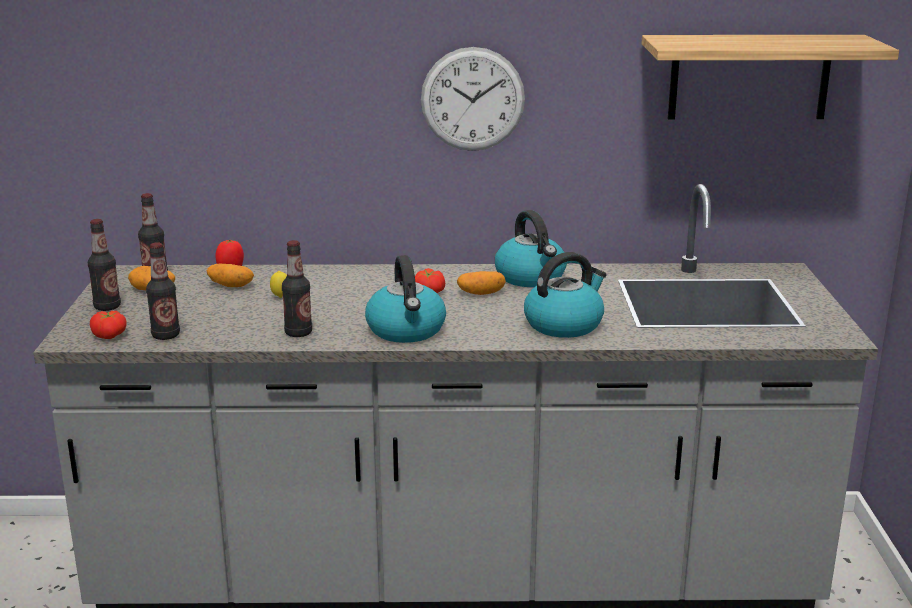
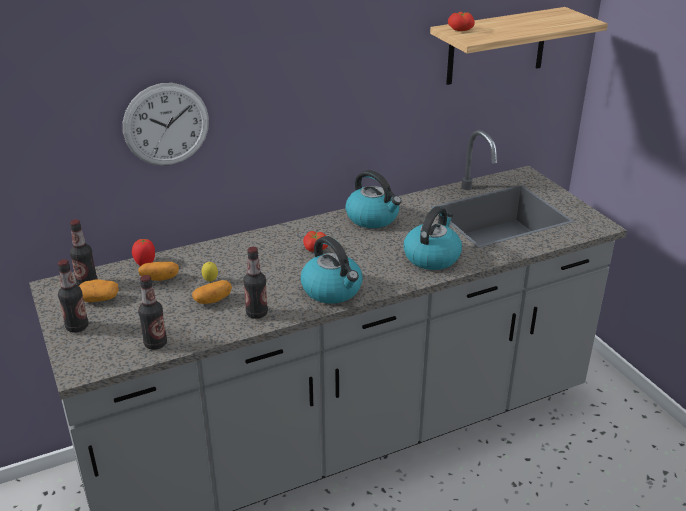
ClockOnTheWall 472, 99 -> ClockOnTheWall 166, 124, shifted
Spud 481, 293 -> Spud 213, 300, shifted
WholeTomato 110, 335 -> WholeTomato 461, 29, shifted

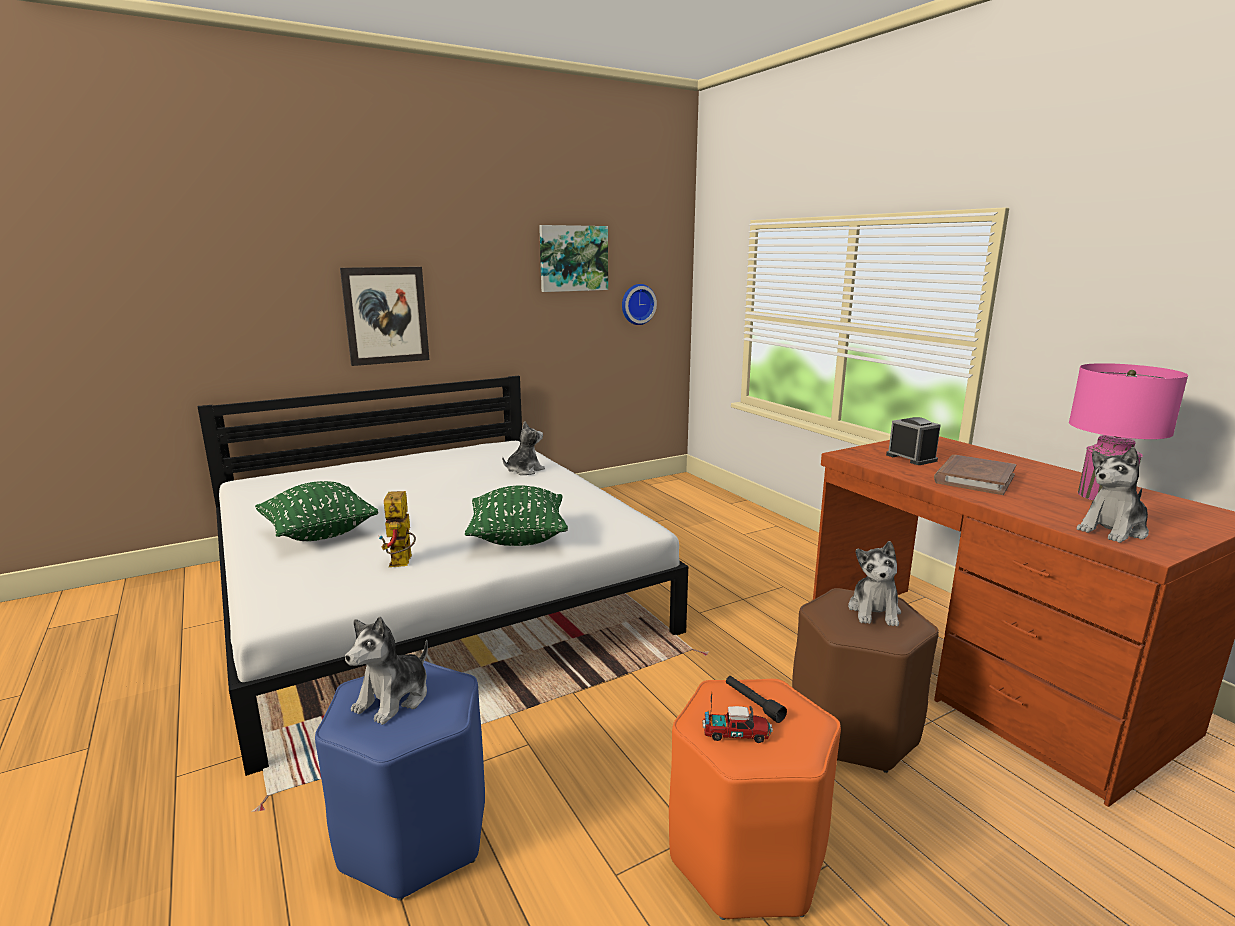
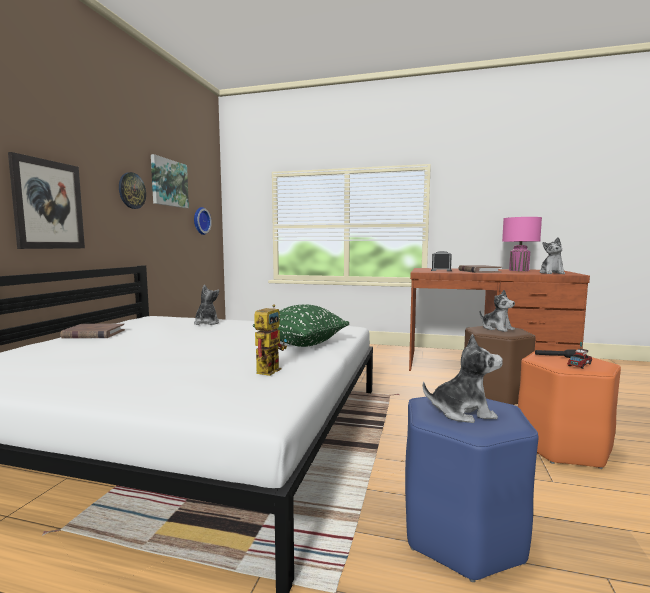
none -> BrownColouredVolume 93, 334
none -> ClockOnTheWall 131, 190
RobotFigure 402, 564 -> RobotFigure 269, 369, 105 degrees counterclockwise
PlushToy 394, 699 -> PlushToy 462, 412, 75 degrees counterclockwise
GreenPillow 319, 533 -> none

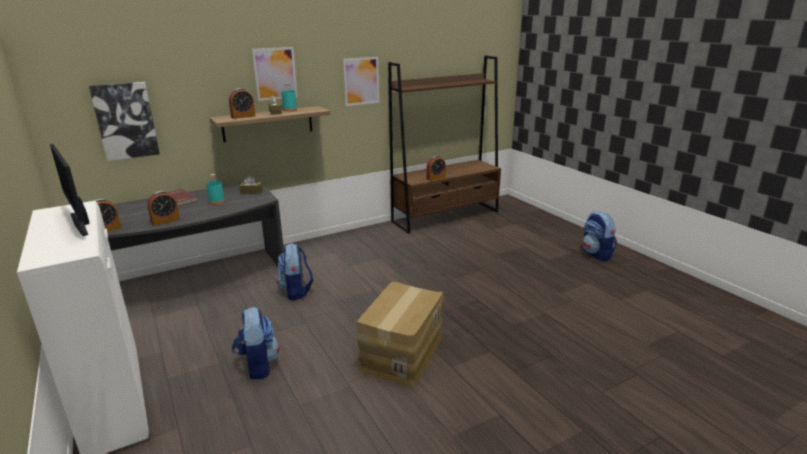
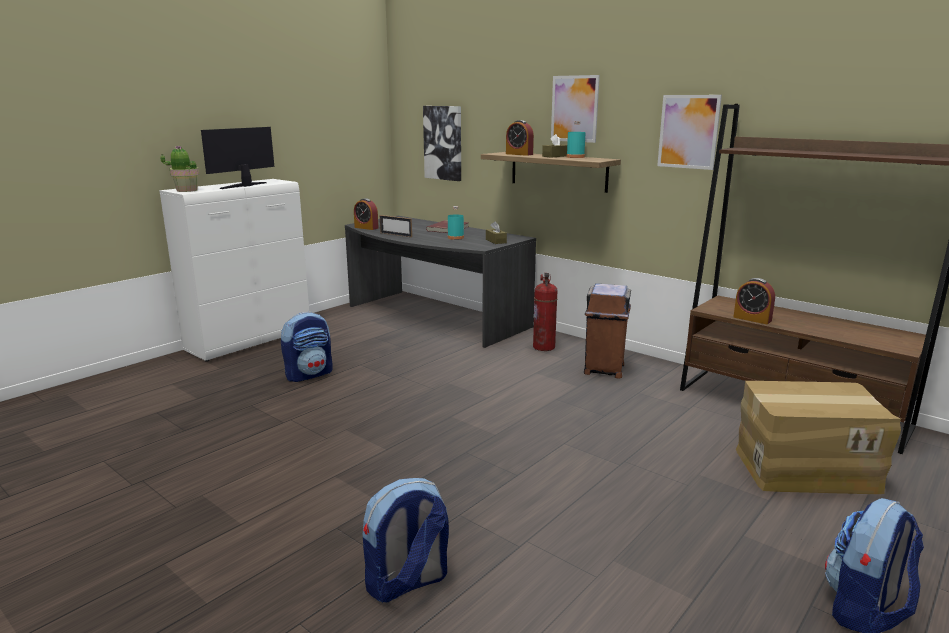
none -> PottedPlant 186, 190
Backpack 296, 291 -> Backpack 407, 583, shifted
BedsideClock 165, 221 -> StandingFrame 396, 235
none -> FireExtinguisher 544, 347
none -> BrownColouredRubbishBin 603, 370
CardboardBox 401, 353 -> CardboardBox 804, 469, shifted

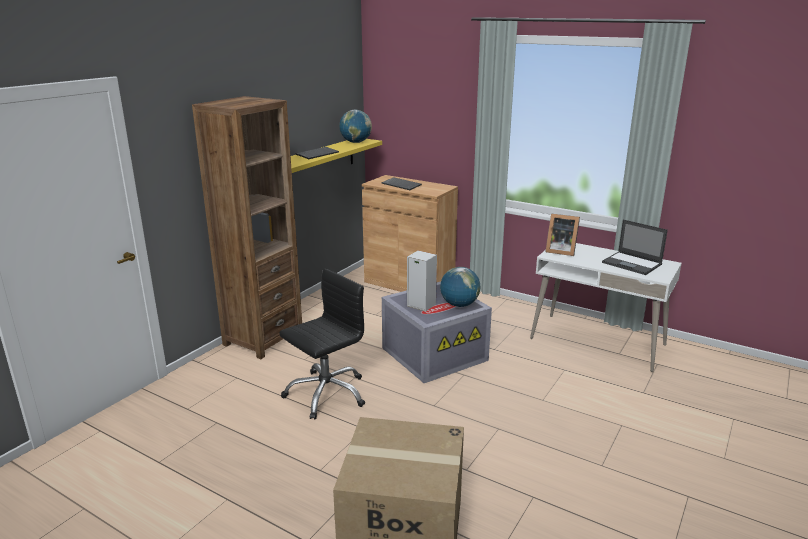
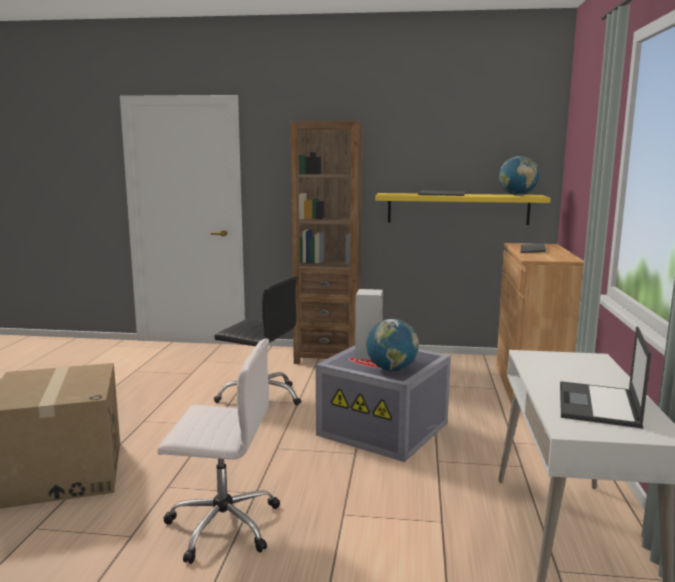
none -> WhitishComputerChair 221, 524
StandingFrame 560, 251 -> none

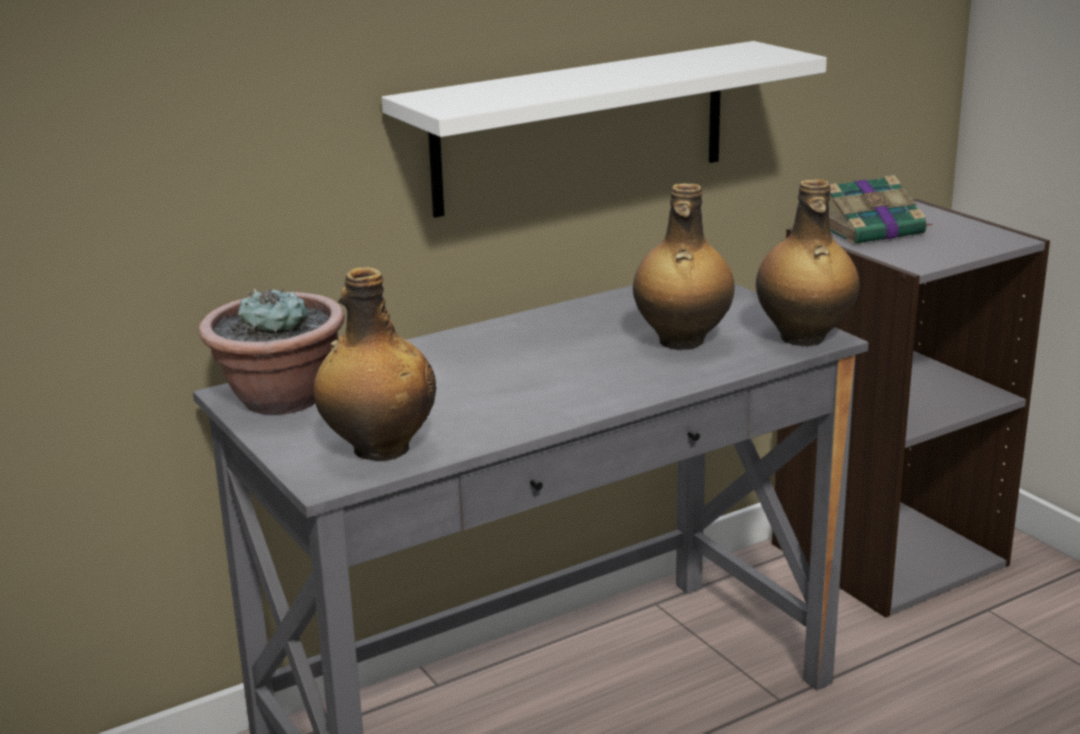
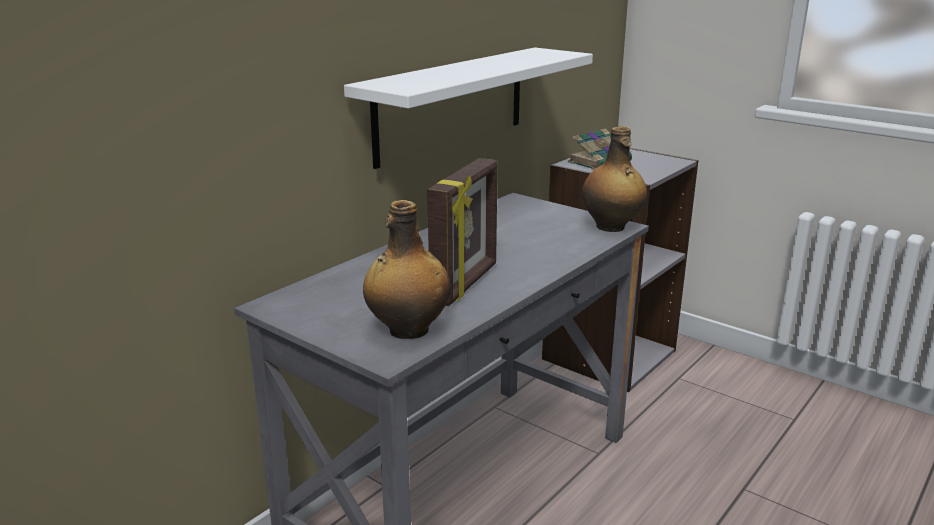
none -> StandingFrame 466, 284
PottedPlant 280, 400 -> none
Bottle 681, 342 -> none

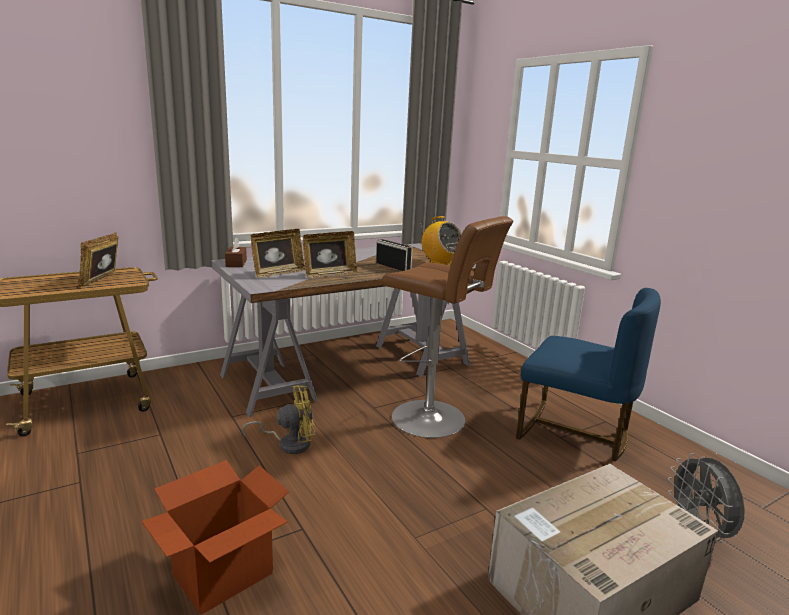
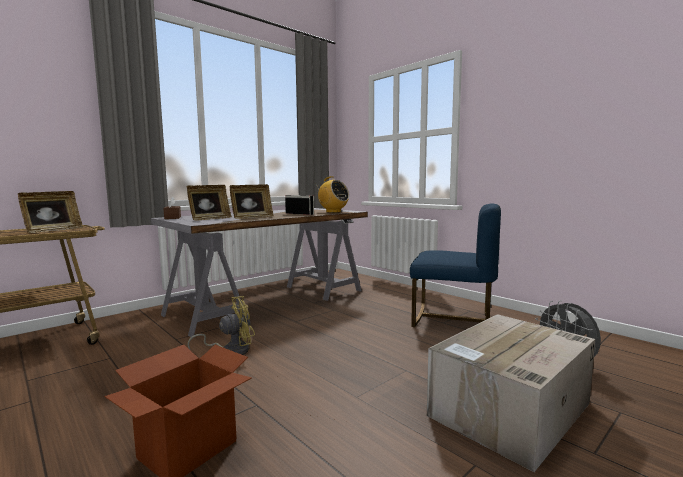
StandingFrame 102, 281 -> StandingFrame 53, 230, 150 degrees counterclockwise
BrownColouredStool 433, 420 -> none

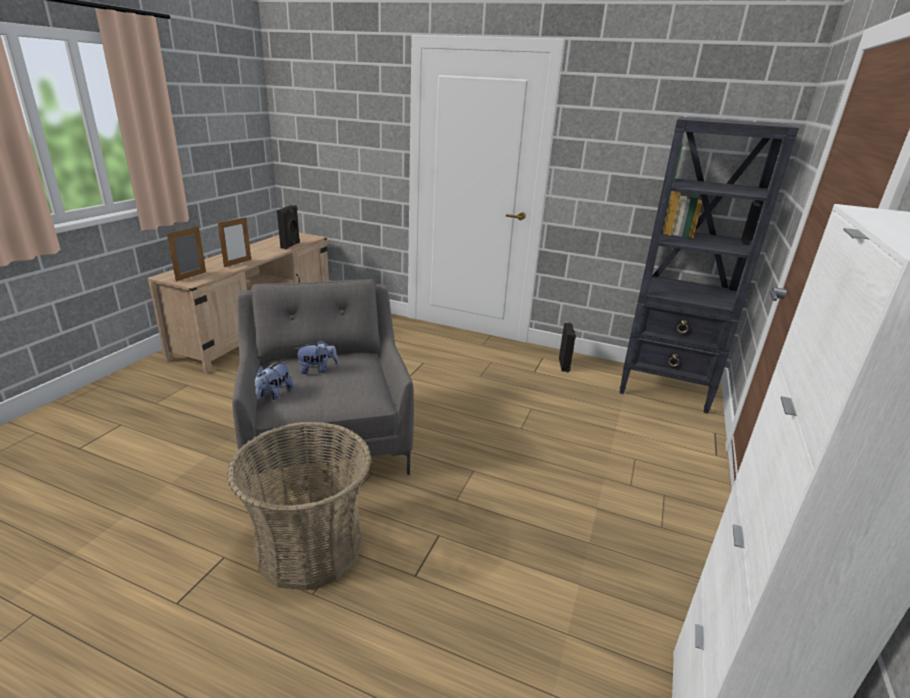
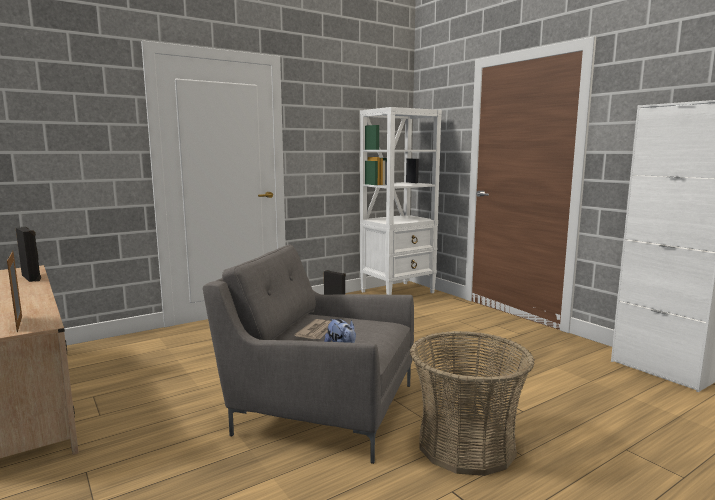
PlushToy 317, 370 -> Newspaper 317, 332
BlackishBookcase 665, 388 -> WhitishBookcase 398, 292
StandingFrame 237, 263 -> none

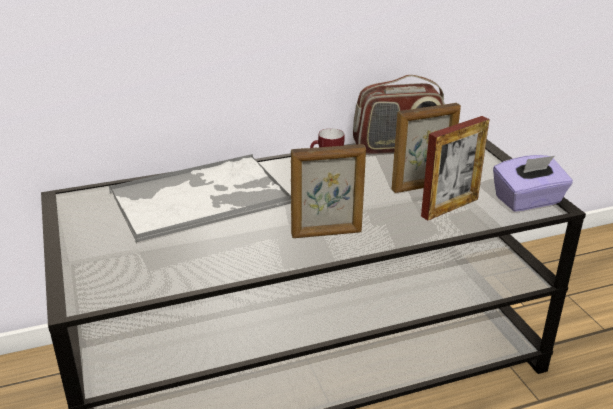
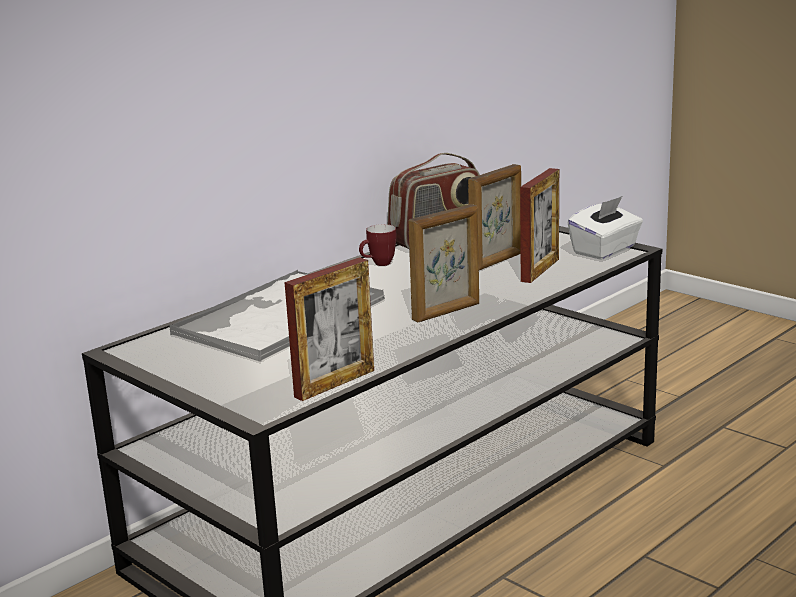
none -> StandingFrame 335, 383
PurpleTissueHolder 528, 201 -> WhitishTissueHolder 605, 250

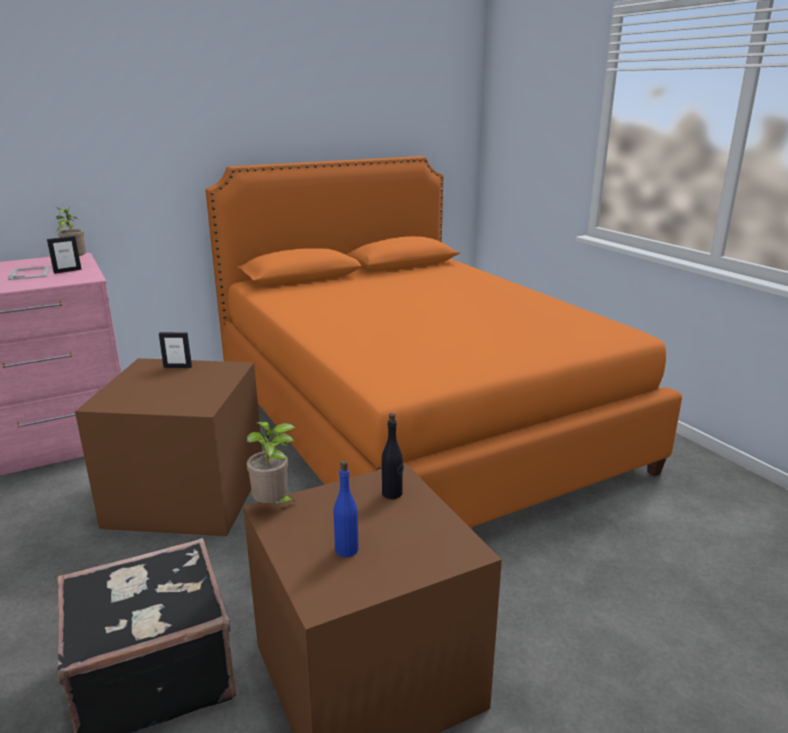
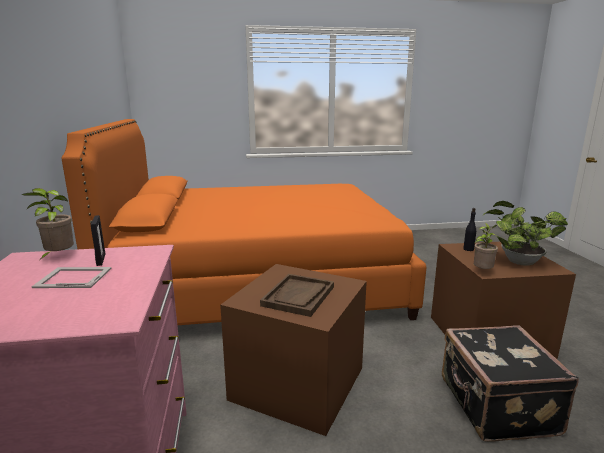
none -> BrownColouredTray 298, 296
BlueBottle 346, 549 -> PottedPlant 517, 262
StandingFrame 177, 367 -> none

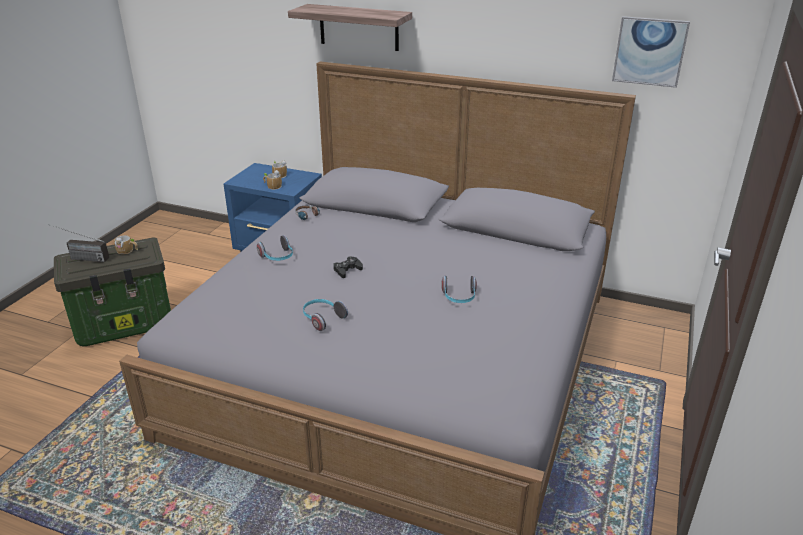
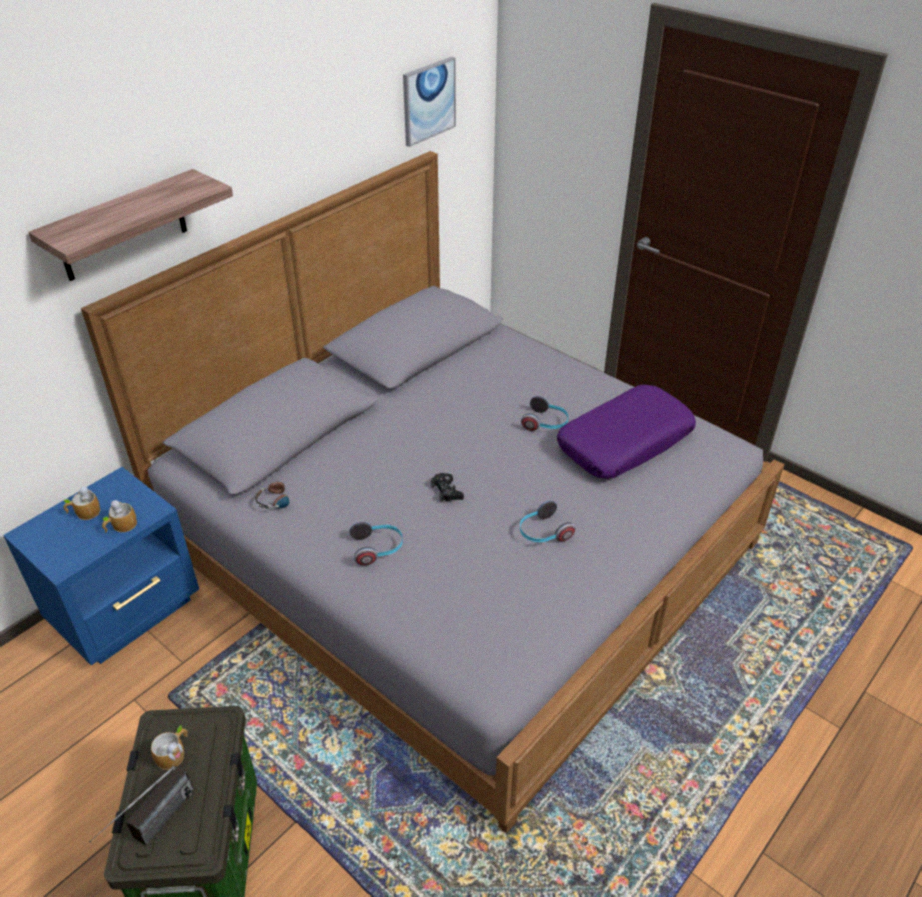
none -> PurplePillow 624, 442

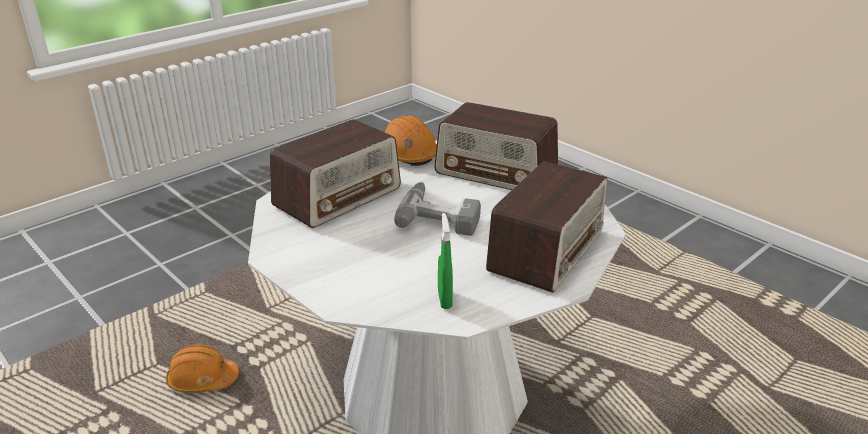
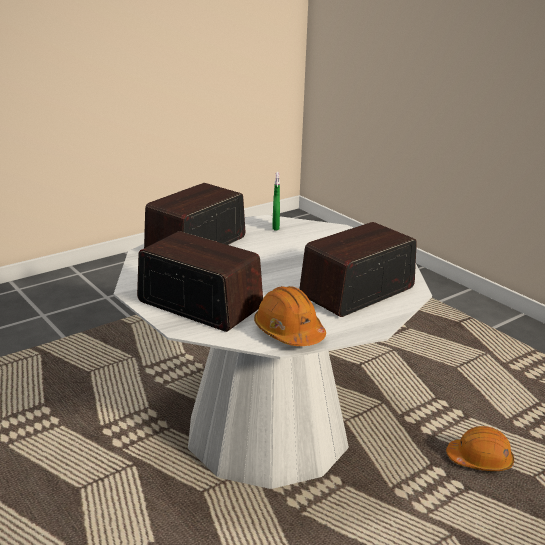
ElectricDrill 440, 215 -> none

